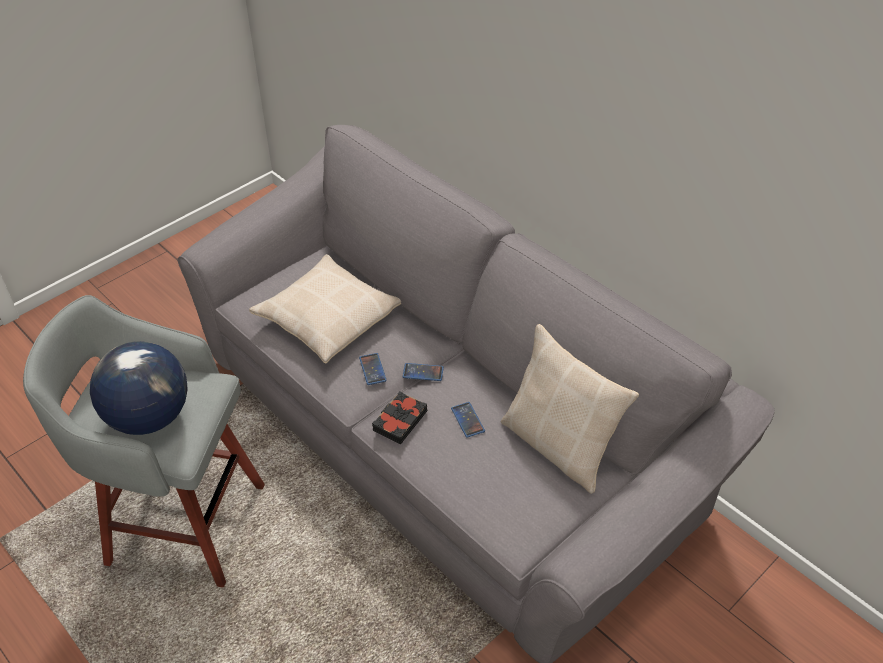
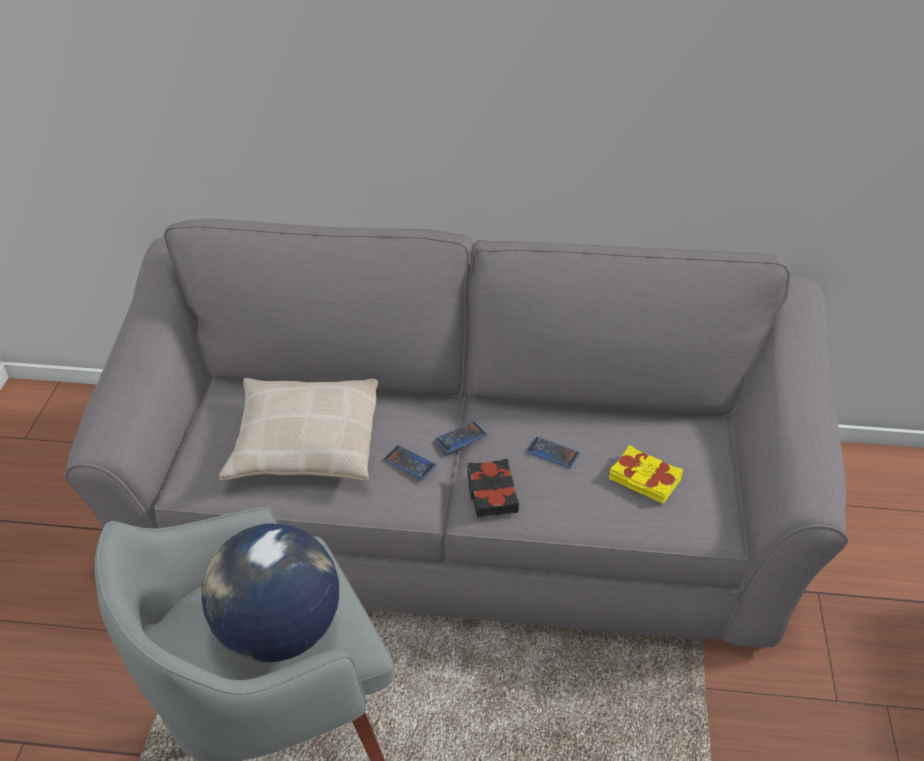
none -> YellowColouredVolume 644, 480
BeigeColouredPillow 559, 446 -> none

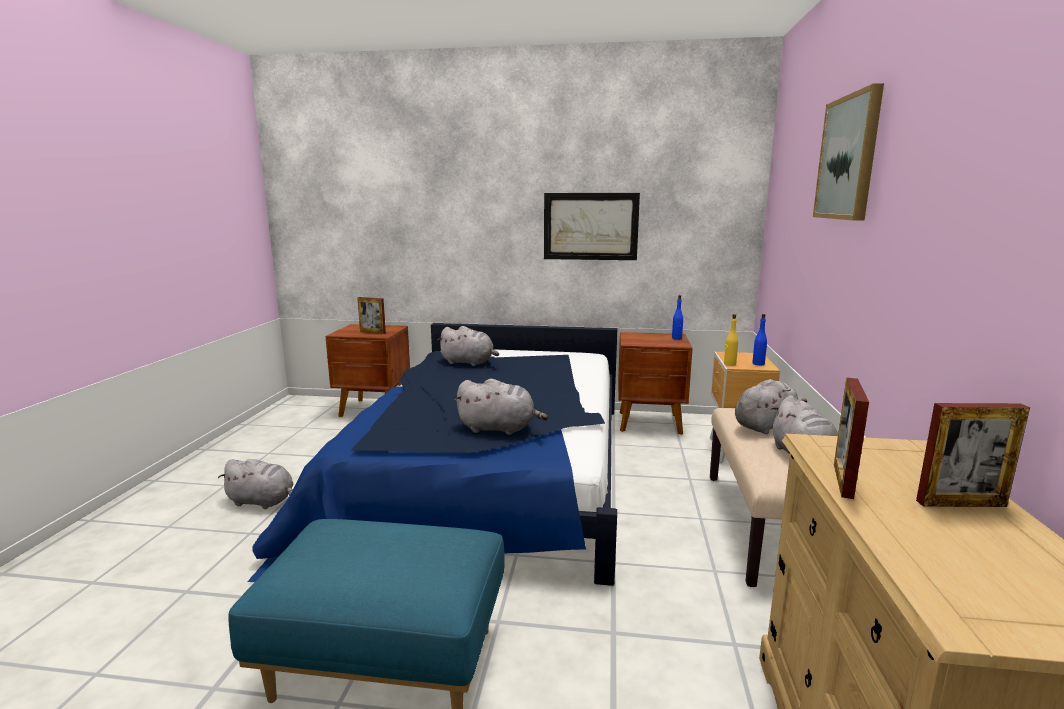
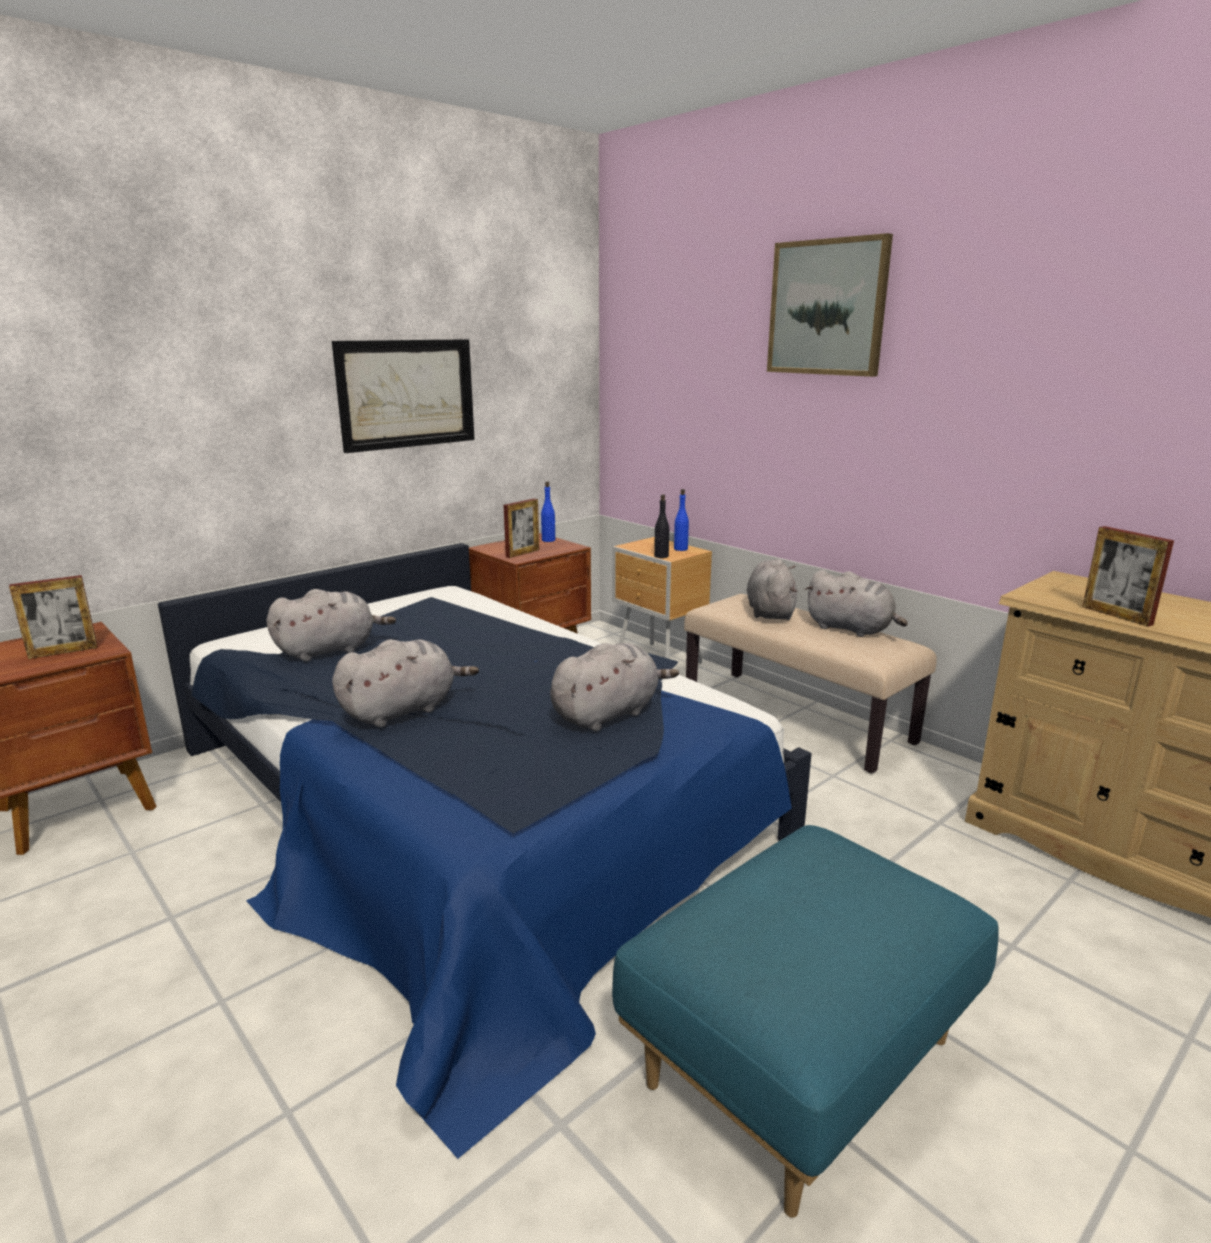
GreyishPlushToy 263, 502 -> GreyishPlushToy 403, 710, shifted
StandingFrame 961, 503 -> StandingFrame 522, 553, shifted
YellowColouredBottle 729, 364 -> BlackishBottle 661, 556

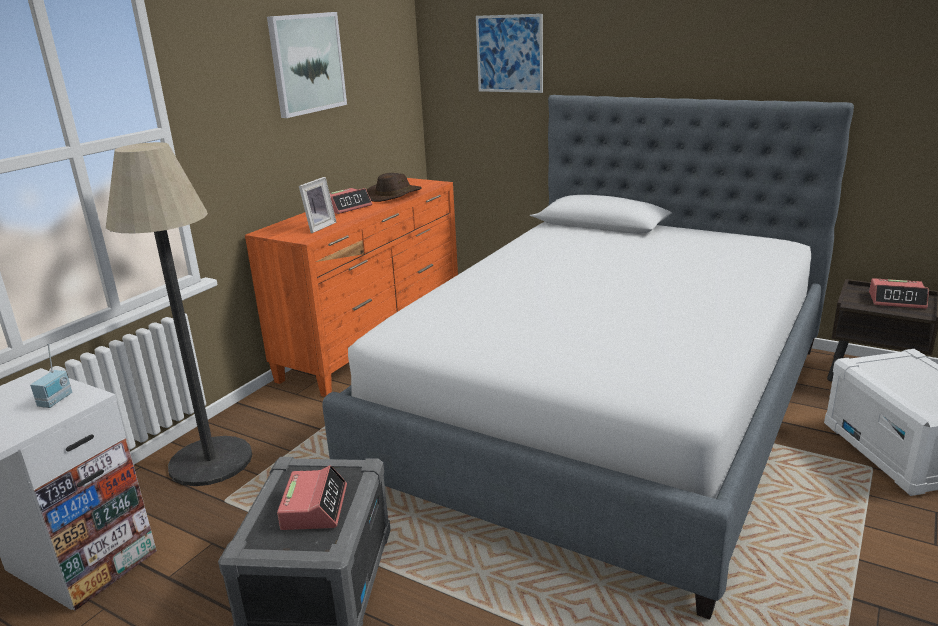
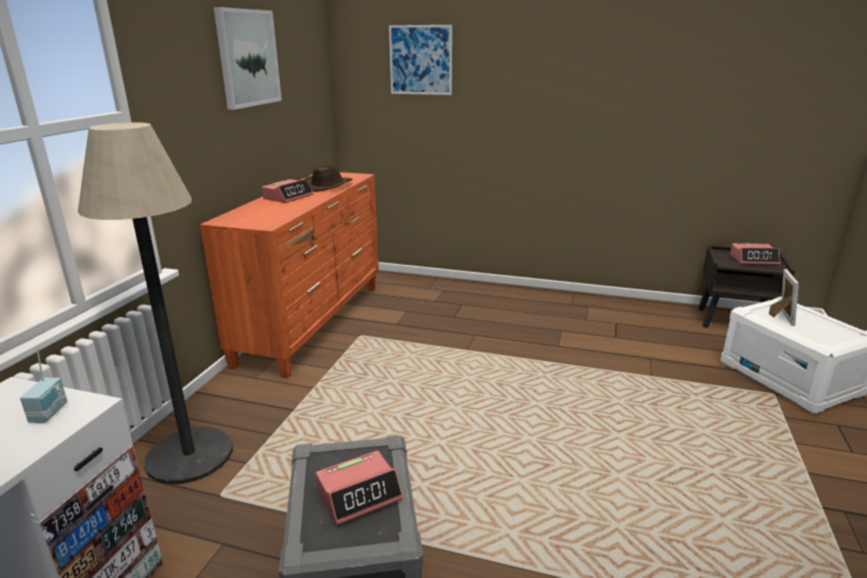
BedsideClock 314, 507 -> BedsideClock 359, 494, 75 degrees clockwise
StandingFrame 318, 227 -> StandingFrame 779, 317, shifted
SleepingBed 606, 410 -> none

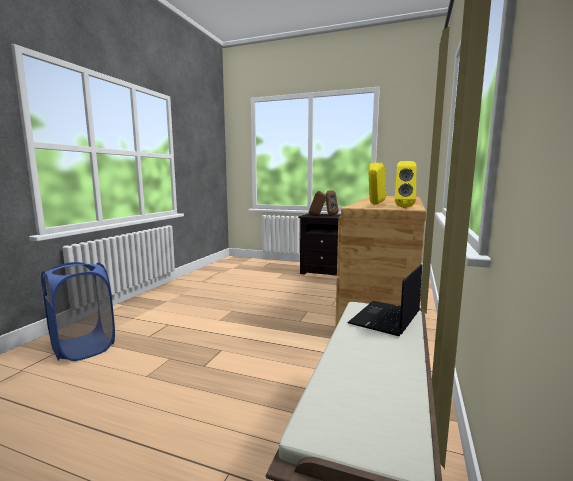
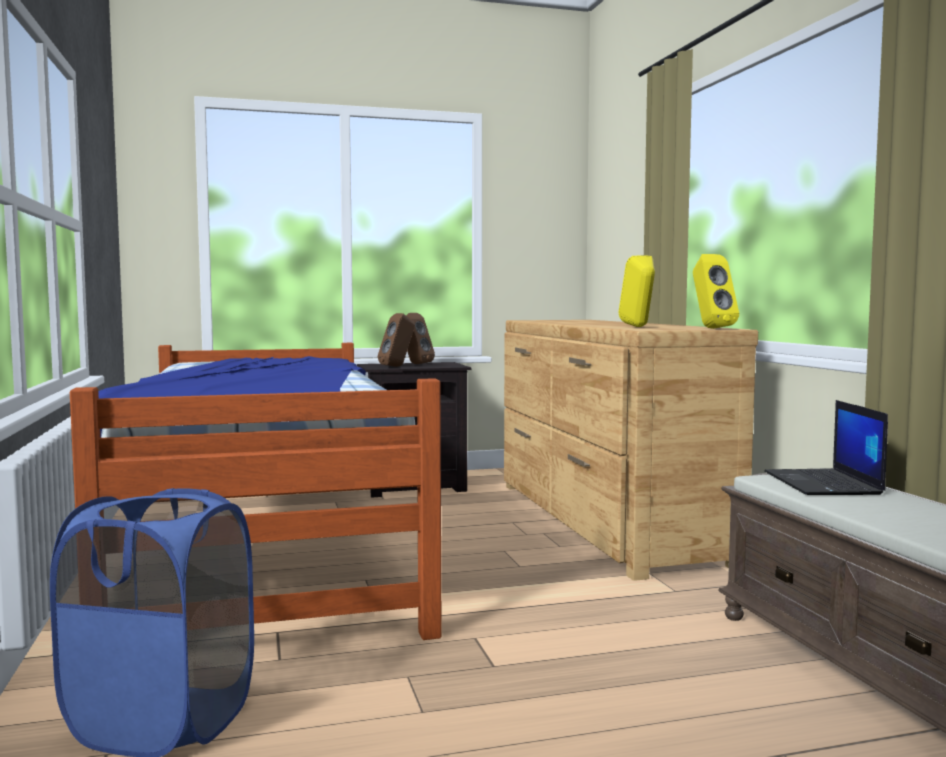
none -> SleepingBed 262, 547

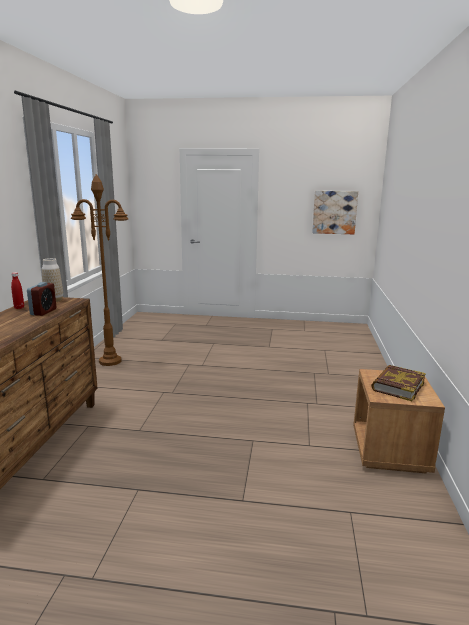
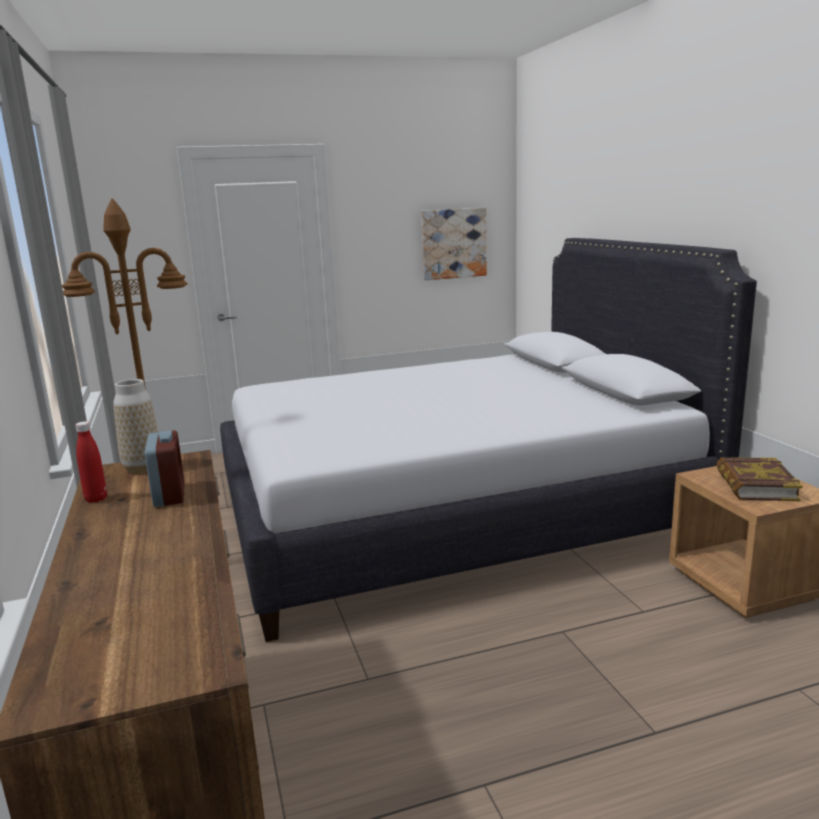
none -> WhitishSleepingBed 452, 516

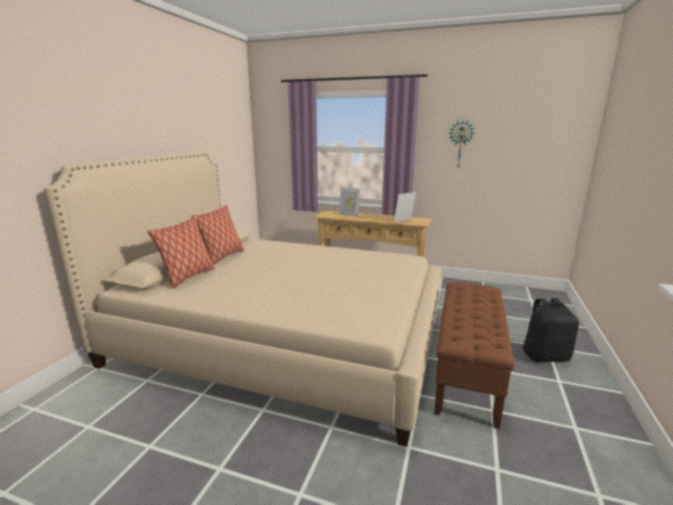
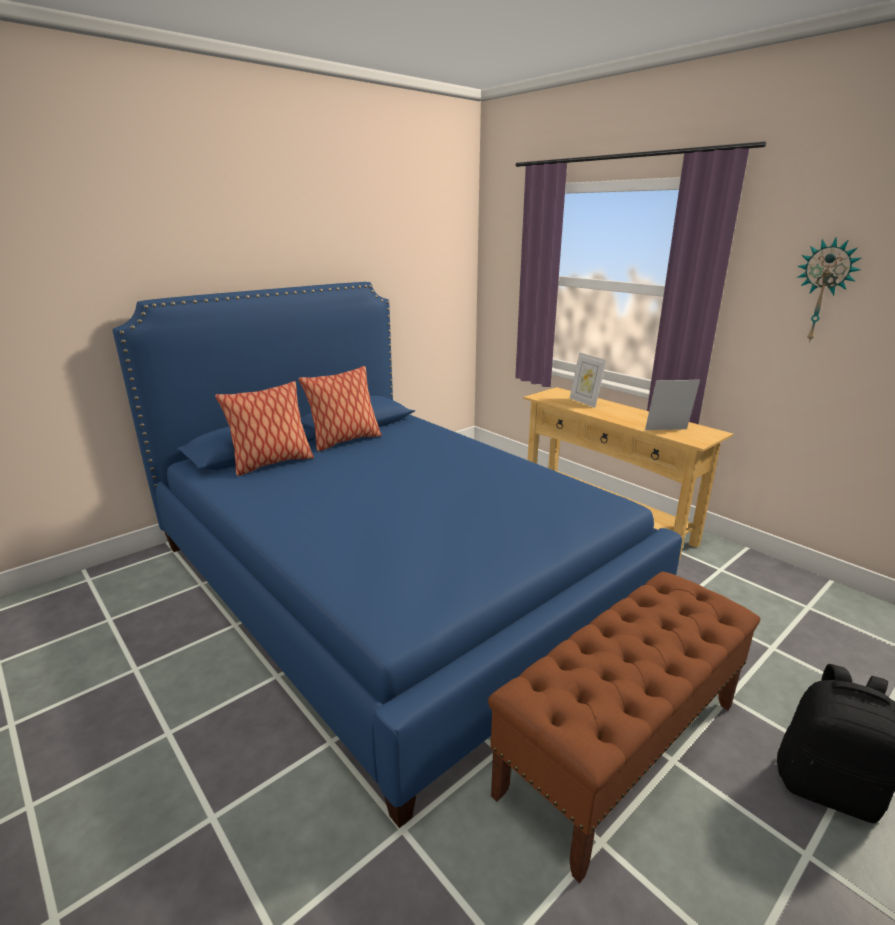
BeigeColouredSleepingBed 282, 338 -> BlueSleepingBed 390, 578

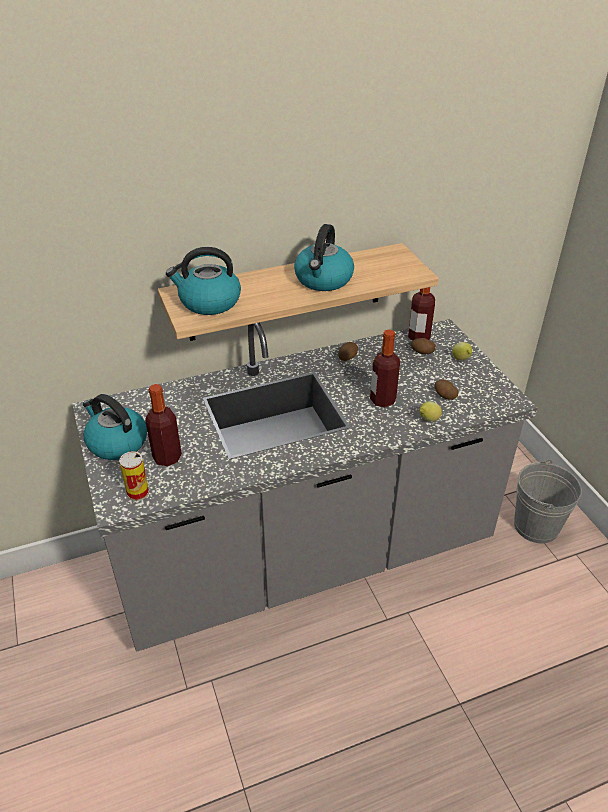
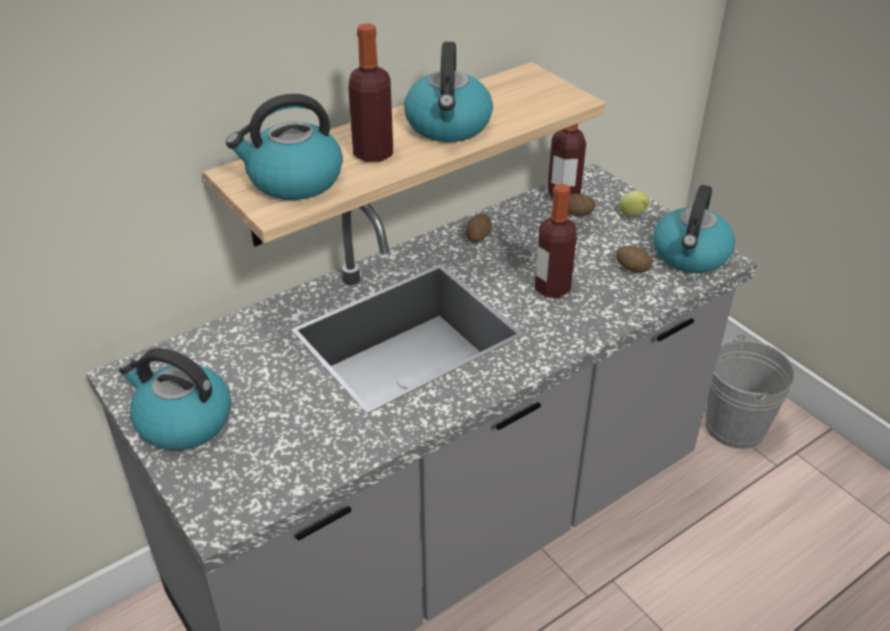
Bottle 167, 457 -> Bottle 373, 153, shifted
none -> Kettle 690, 256
MetalCan 138, 493 -> none
WholeLemon 428, 420 -> none

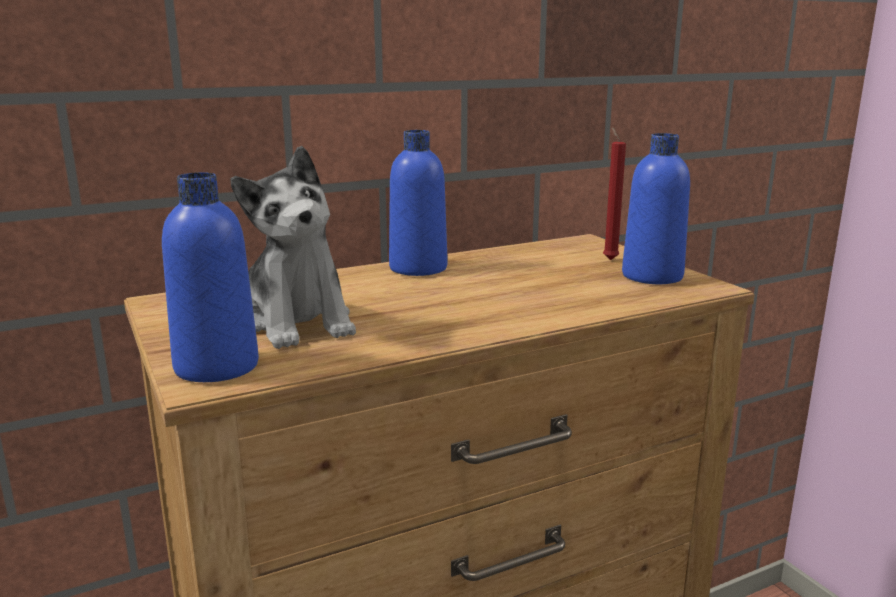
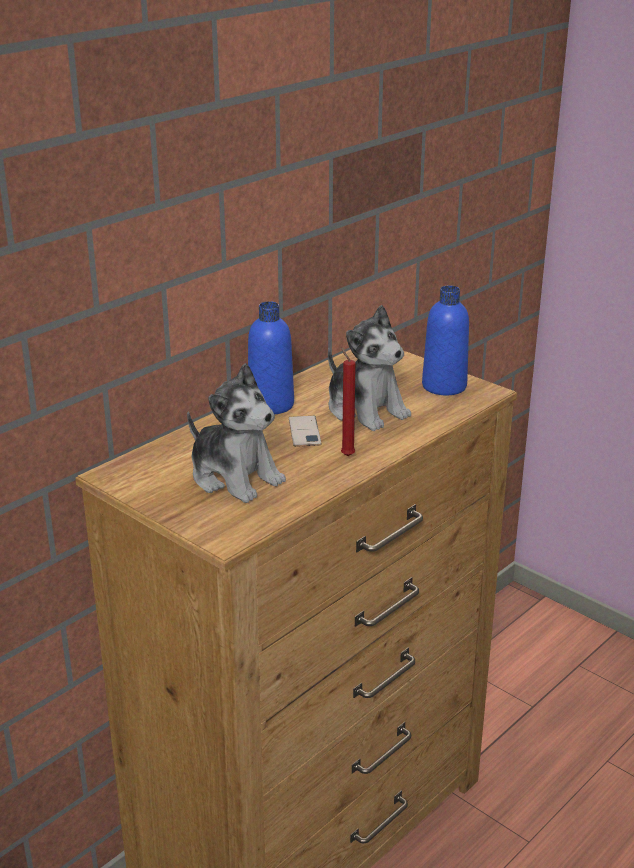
none -> Telephone 304, 432
none -> PlushToy 366, 409
ReddishCandle 609, 259 -> ReddishCandle 346, 455, shifted
BlueBottle 216, 367 -> none

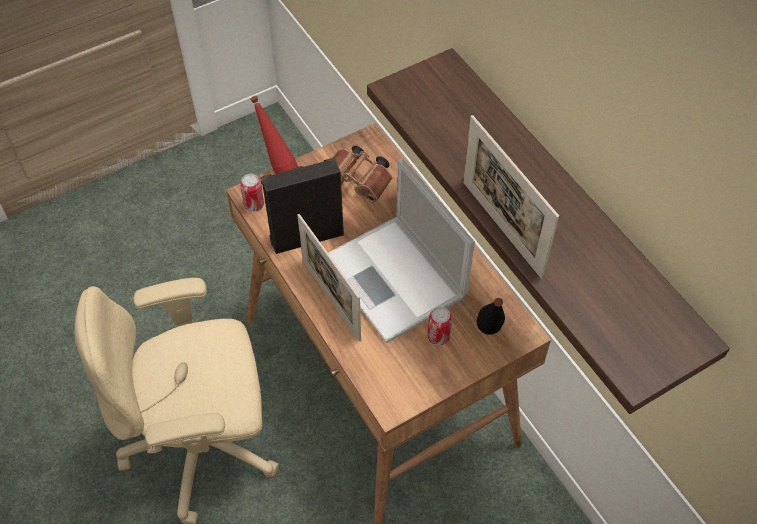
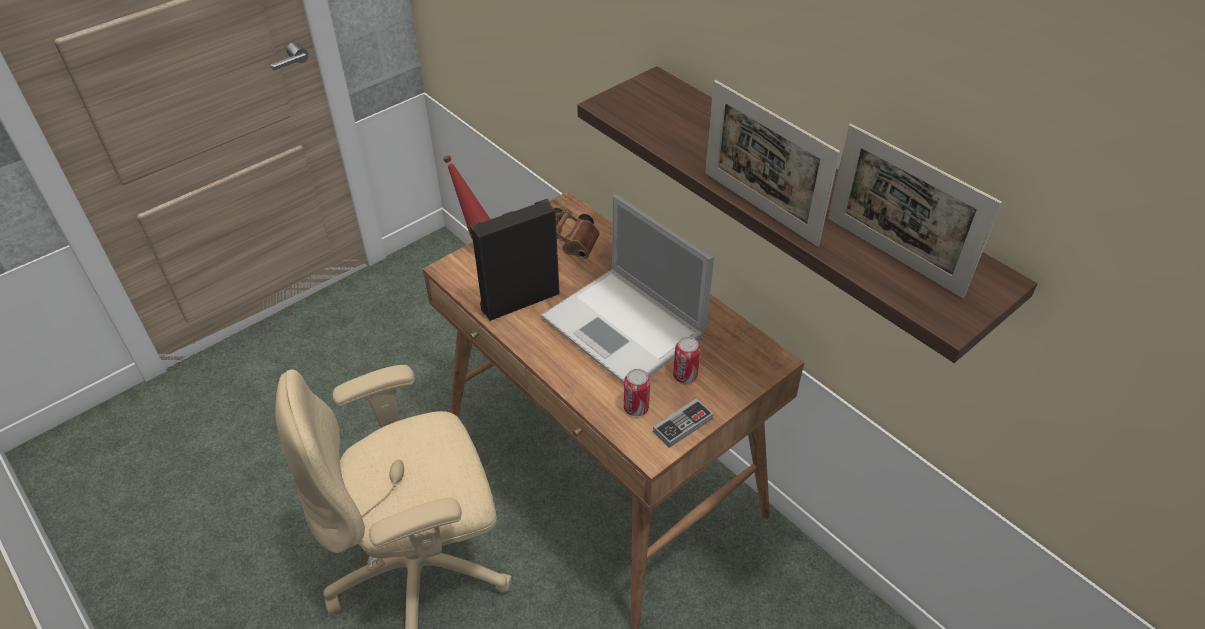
MetalCan 254, 204 -> MetalCan 636, 408, shifted
none -> Gamepad 682, 425
StandingFrame 331, 300 -> StandingFrame 893, 256, shifted
BlackishBottle 488, 337 -> none

